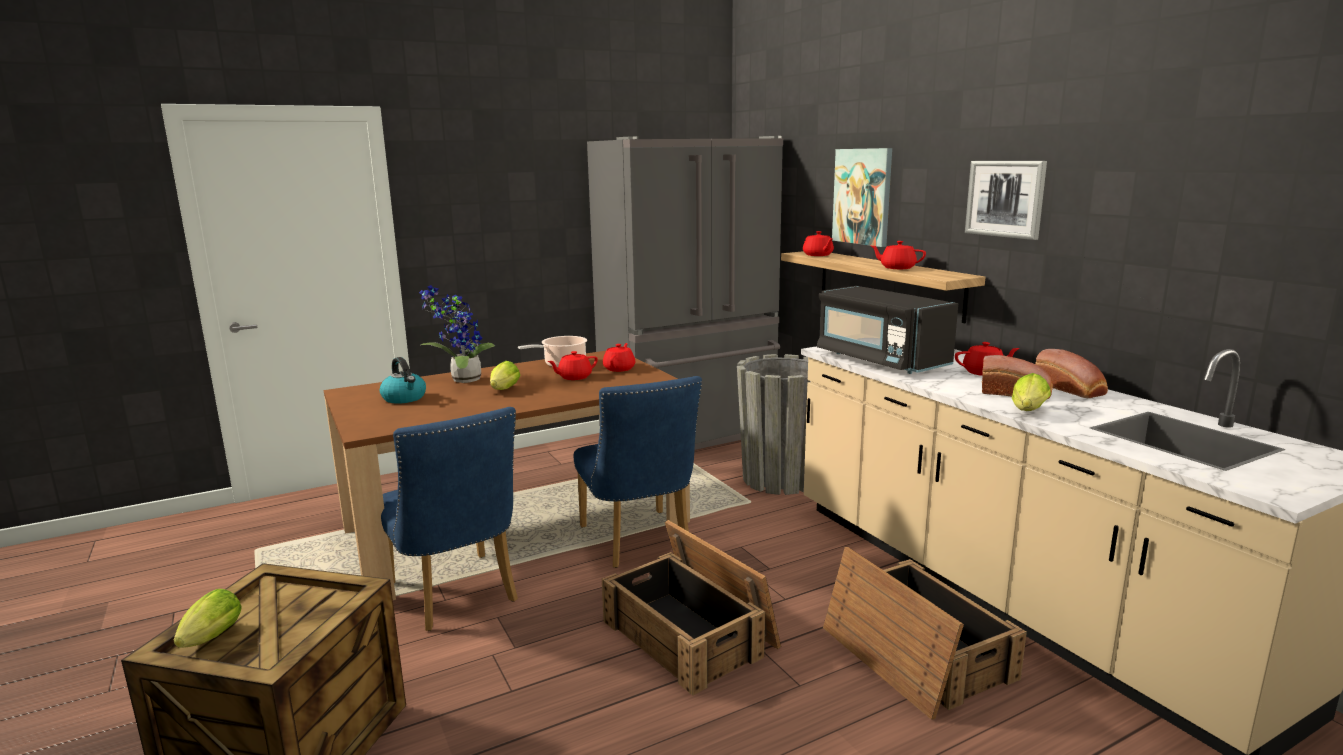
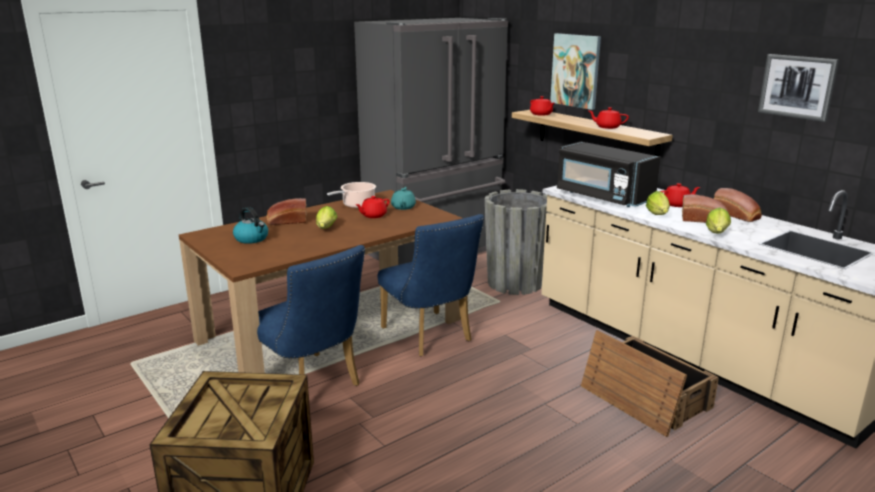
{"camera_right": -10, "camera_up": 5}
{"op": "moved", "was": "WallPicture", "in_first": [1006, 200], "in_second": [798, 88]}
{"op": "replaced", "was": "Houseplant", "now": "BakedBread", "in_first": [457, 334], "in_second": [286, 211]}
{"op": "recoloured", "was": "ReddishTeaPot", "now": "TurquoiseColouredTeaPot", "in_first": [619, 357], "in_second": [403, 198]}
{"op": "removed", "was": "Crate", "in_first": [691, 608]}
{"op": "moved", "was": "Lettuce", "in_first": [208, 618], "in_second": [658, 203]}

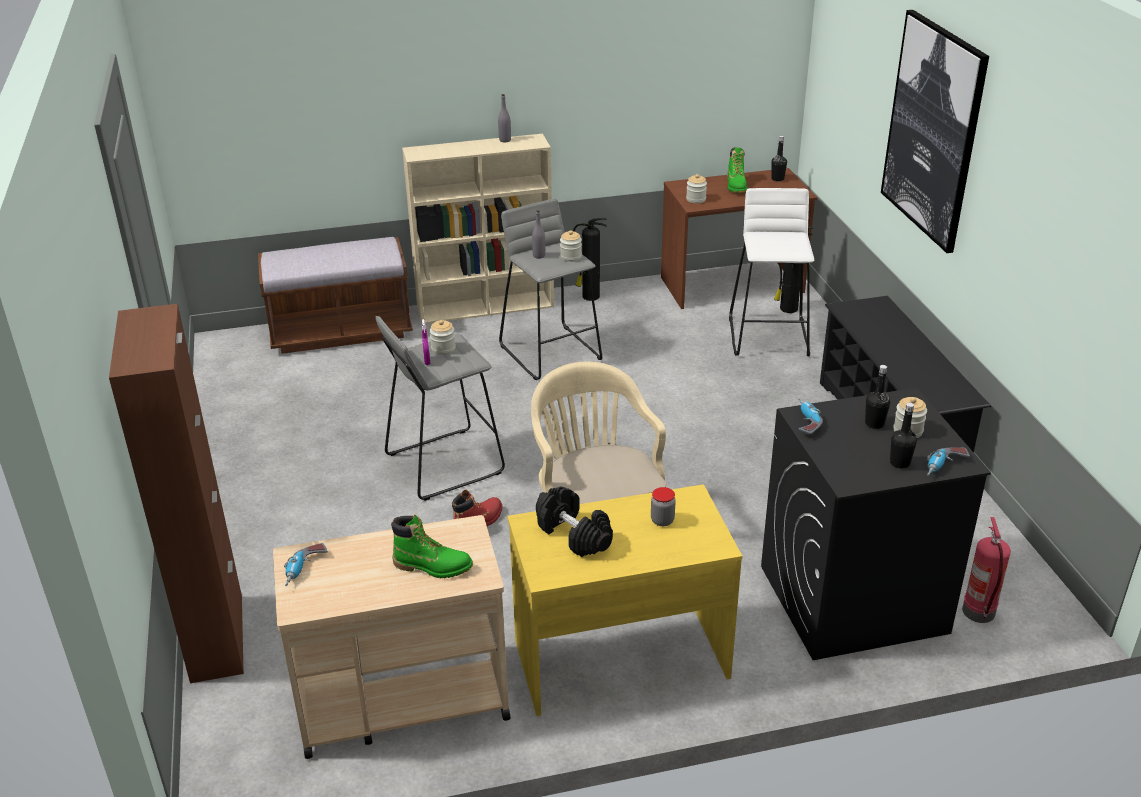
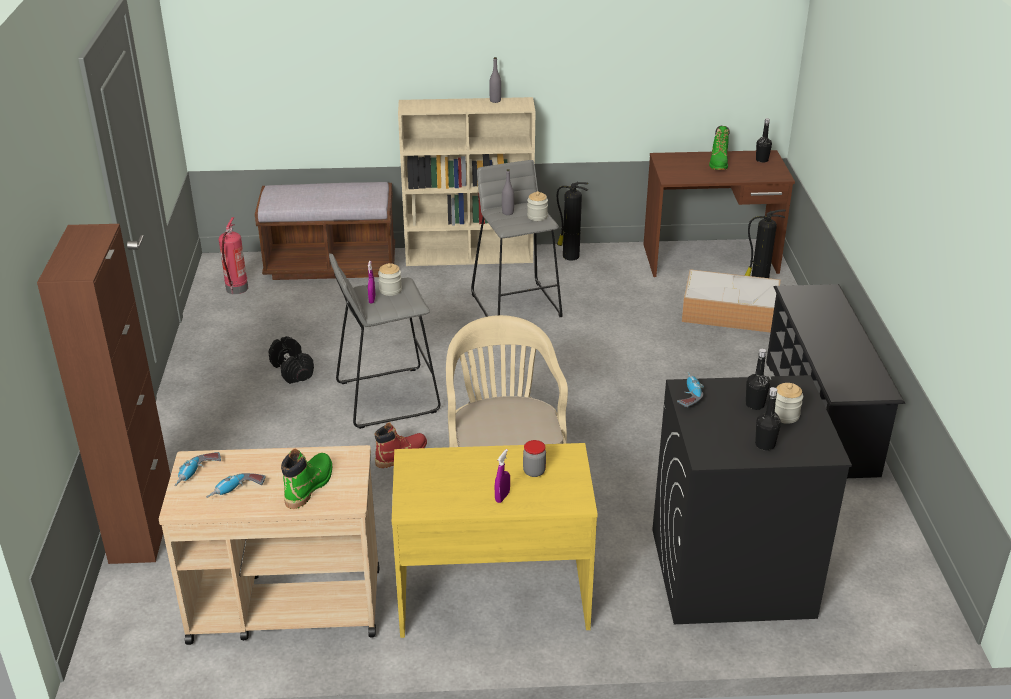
{"camera_right": 10, "camera_up": 0}
{"op": "removed", "was": "WallPicture", "in_first": [935, 131]}
{"op": "removed", "was": "Jar", "in_first": [696, 188]}
{"op": "replaced", "was": "WhitishStoolSeat", "now": "StorageBox", "in_first": [771, 272], "in_second": [731, 301]}
{"op": "moved", "was": "PowerDrill", "in_first": [948, 462], "in_second": [236, 485]}
{"op": "moved", "was": "BlackColouredFreeWeight", "in_first": [574, 521], "in_second": [291, 360]}
{"op": "turned", "was": "GreenHighTopBoot", "in_first": [432, 546], "in_second": [306, 478], "clockwise": -90}
{"op": "moved", "was": "Extinguisher", "in_first": [986, 570], "in_second": [233, 255]}
{"op": "added", "now": "PurplishSprayBottle", "in_second": [502, 476]}

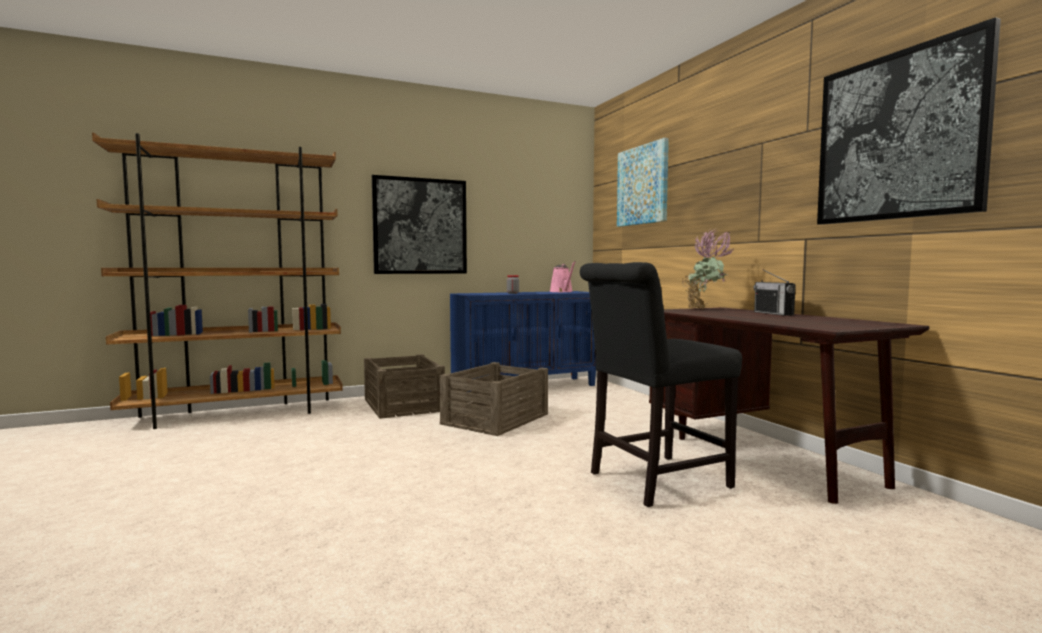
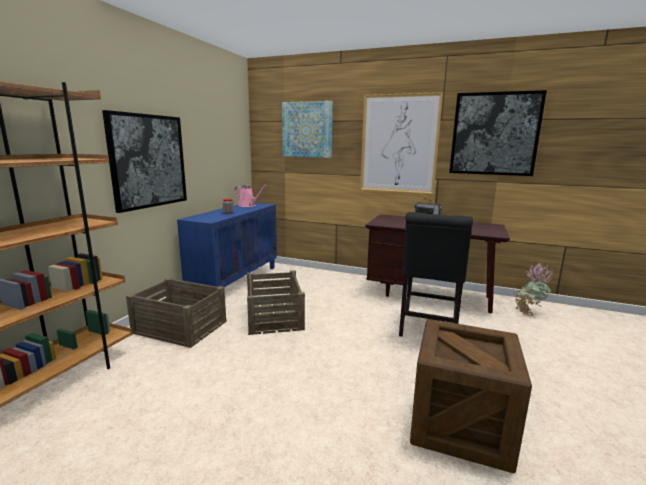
{"camera_right": -45, "camera_up": 10}
{"op": "moved", "was": "Houseplant", "in_first": [707, 268], "in_second": [533, 289]}
{"op": "added", "now": "WallPicture", "in_second": [401, 143]}
{"op": "added", "now": "Crate", "in_second": [471, 396]}

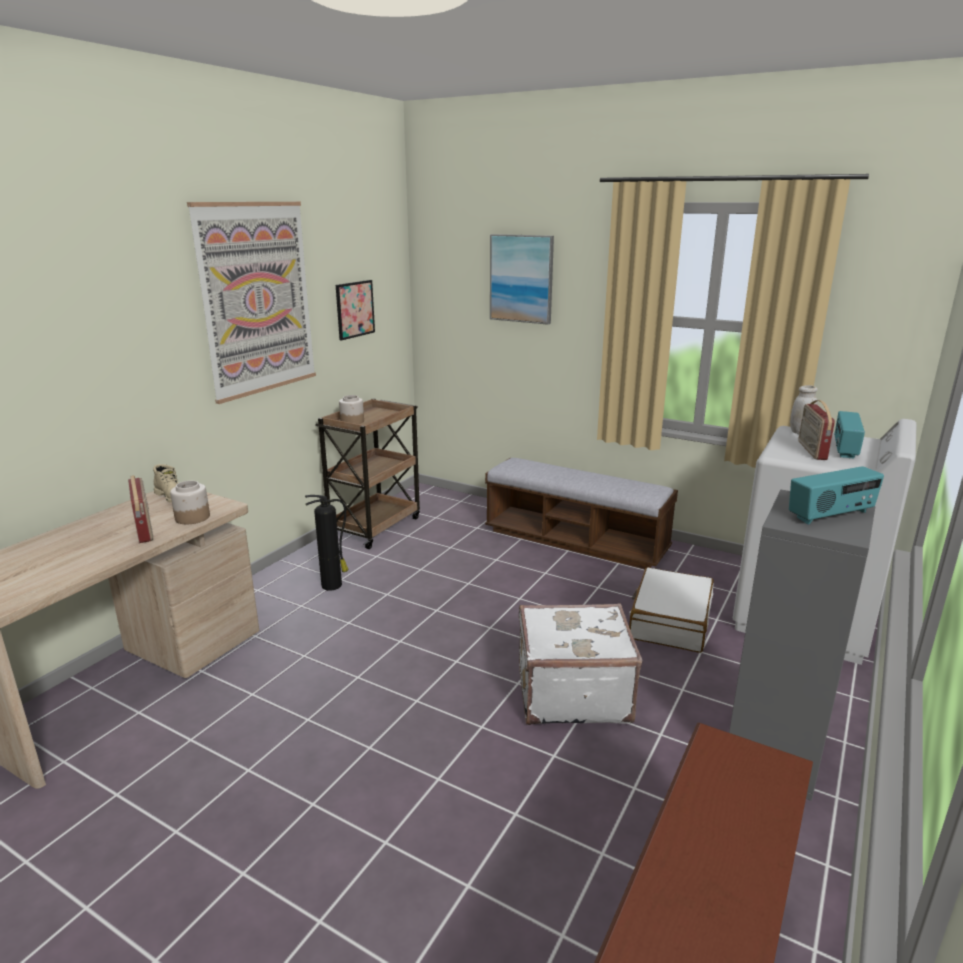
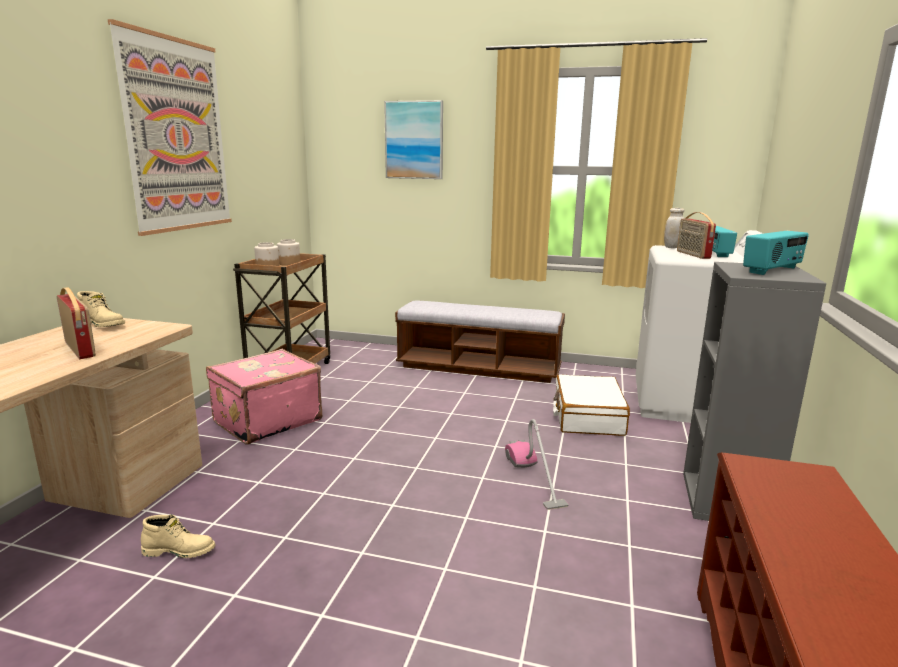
{"camera_right": -15, "camera_up": -5}
{"op": "removed", "was": "WallPicture", "in_first": [355, 310]}
{"op": "moved", "was": "Jar", "in_first": [190, 502], "in_second": [288, 252]}
{"op": "replaced", "was": "Extinguisher", "now": "PinkishPieceOfLuggage", "in_first": [327, 543], "in_second": [264, 397]}
{"op": "replaced", "was": "WhitishPieceOfLuggage", "now": "Hoover", "in_first": [580, 664], "in_second": [537, 464]}
{"op": "added", "now": "BeigeHighTopBoot", "in_second": [178, 536]}

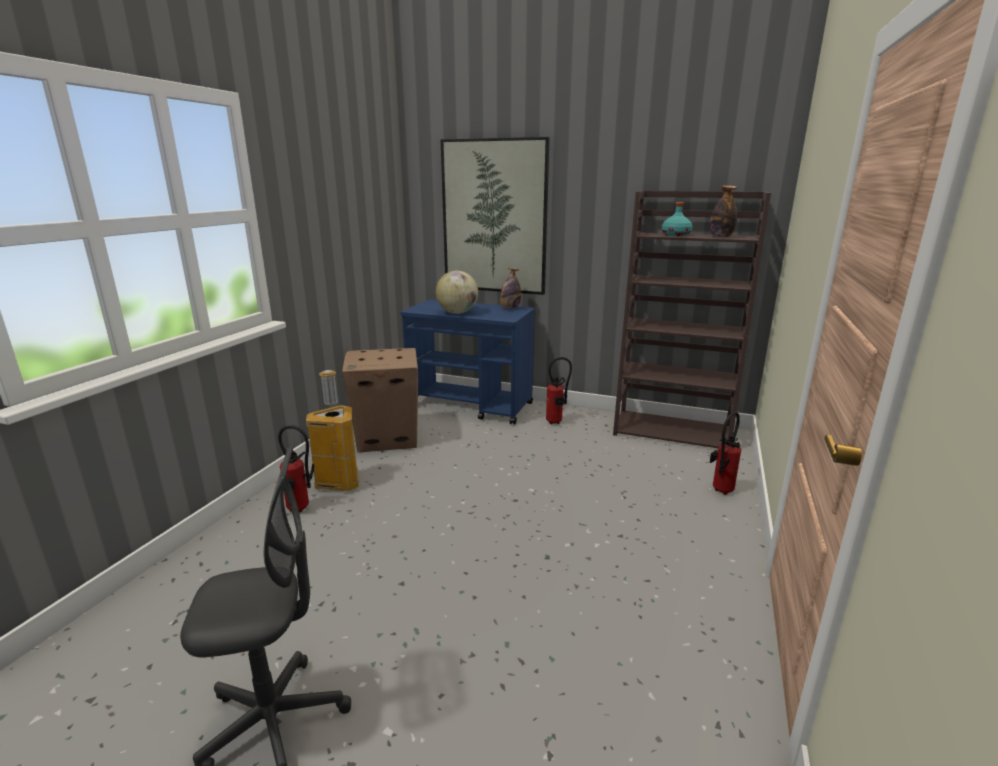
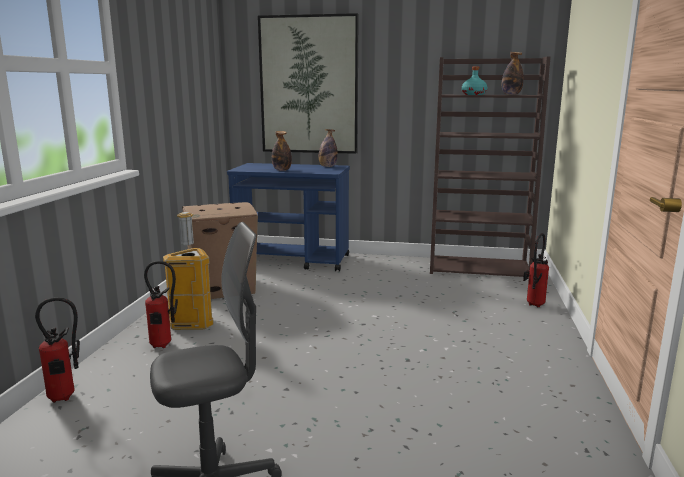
{"camera_right": -10, "camera_up": -5}
{"op": "replaced", "was": "WorldGlobe", "now": "BeverageBottle", "in_first": [457, 292], "in_second": [282, 151]}
{"op": "moved", "was": "Extinguisher", "in_first": [559, 390], "in_second": [57, 350]}

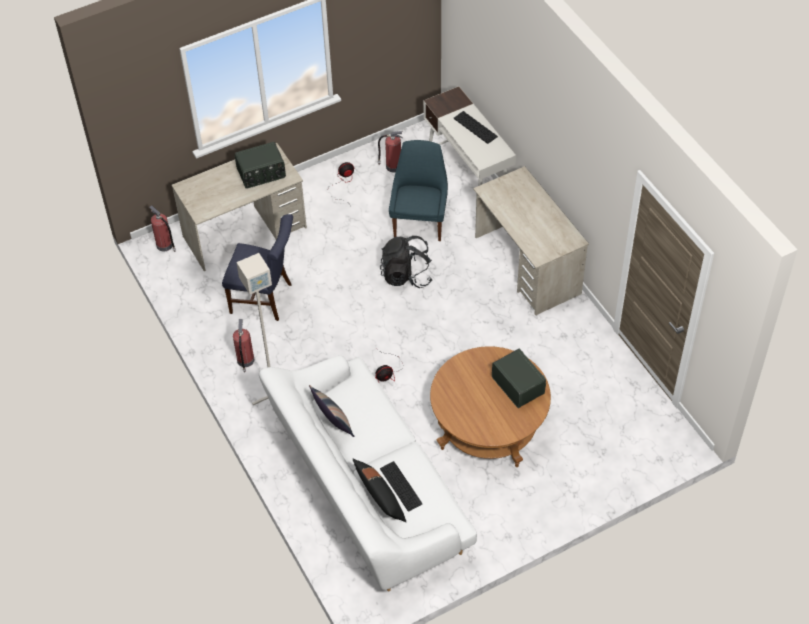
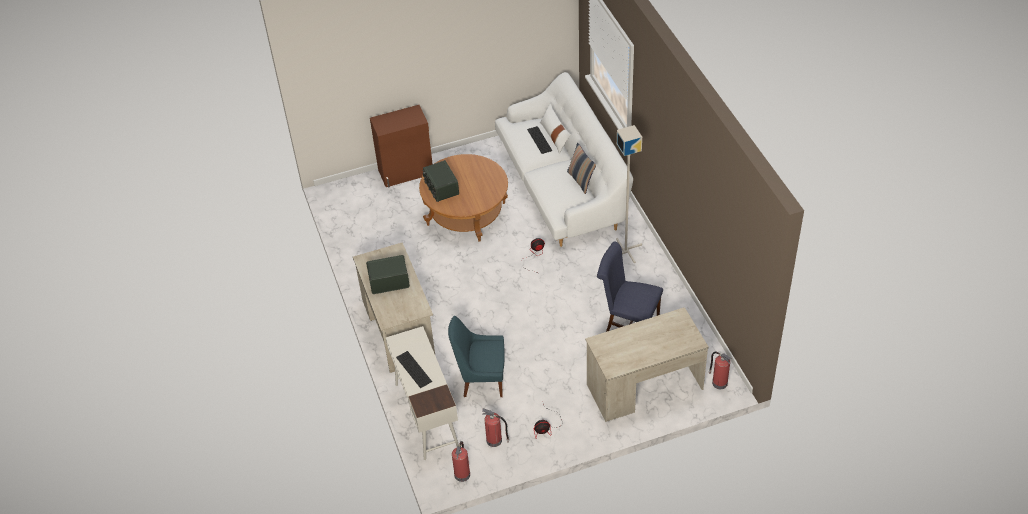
{"camera_right": -170, "camera_up": -5}
{"op": "turned", "was": "BlueColouredUprightChair", "in_first": [418, 190], "in_second": [476, 356], "clockwise": 75}
{"op": "moved", "was": "RadioReceiver", "in_first": [260, 165], "in_second": [388, 274]}
{"op": "removed", "was": "BlackColouredBackpack", "in_first": [406, 262]}
{"op": "moved", "was": "Extinguisher", "in_first": [243, 346], "in_second": [461, 461]}
{"op": "recoloured", "was": "BlackColouredCushion", "now": "WhitishCushion", "in_first": [379, 490], "in_second": [555, 128]}
{"op": "added", "now": "BrownishStorageCabinet", "in_second": [401, 146]}

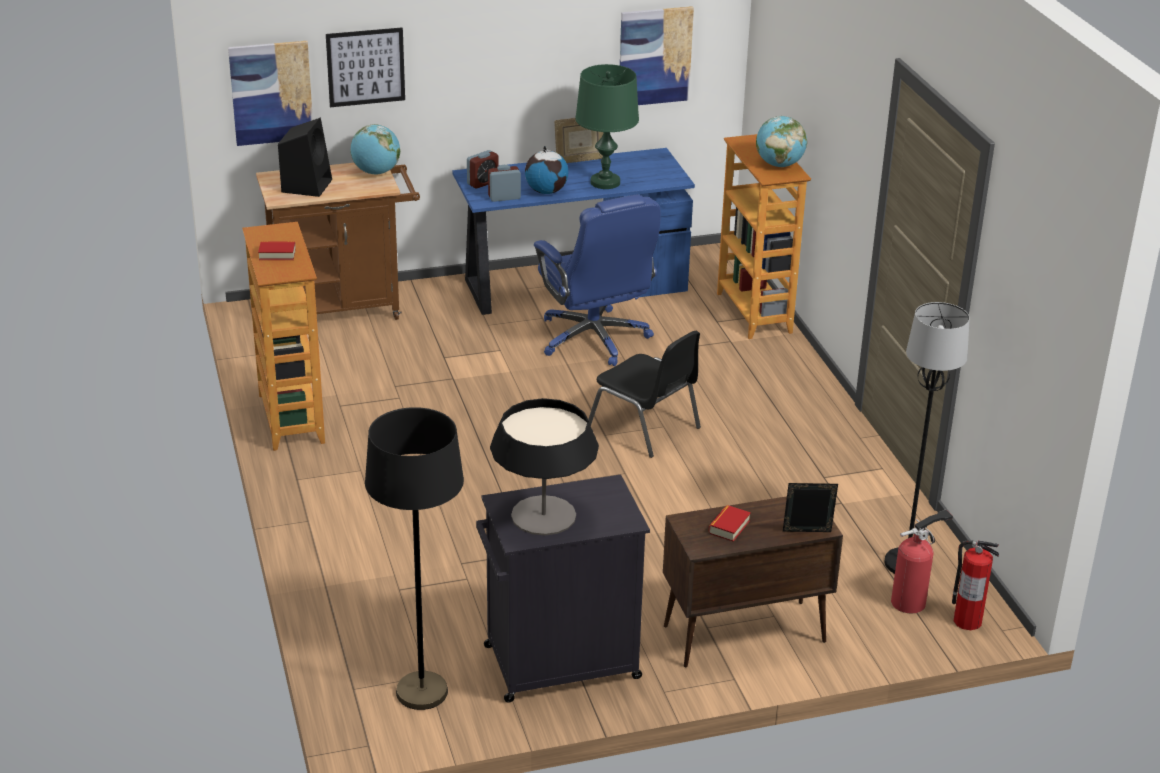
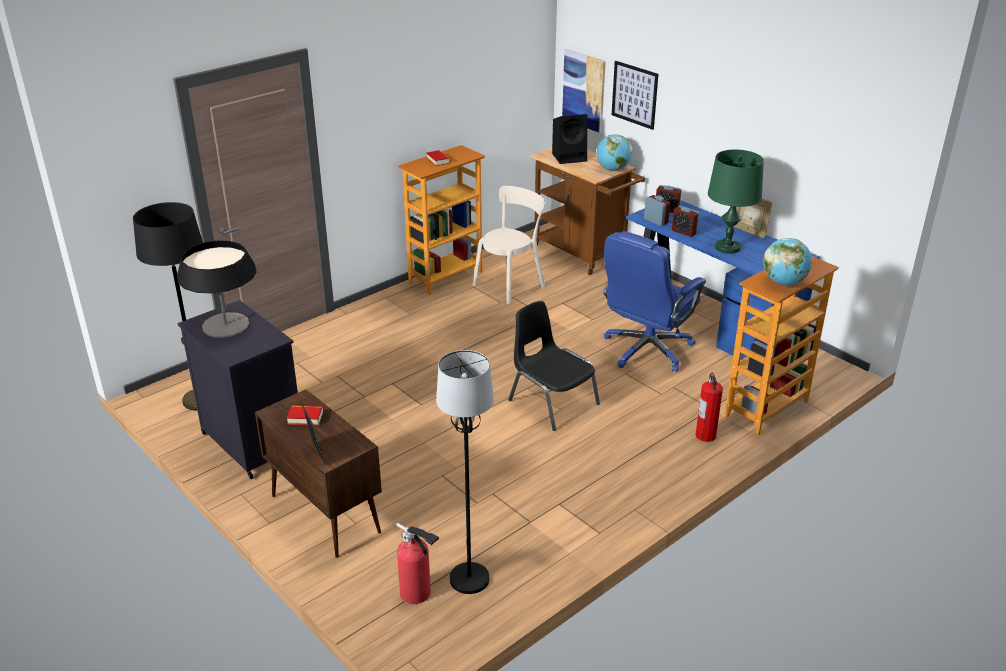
{"camera_right": 65, "camera_up": 0}
{"op": "removed", "was": "WallPicture", "in_first": [657, 55]}
{"op": "replaced", "was": "WorldGlobe", "now": "TableClock", "in_first": [547, 170], "in_second": [686, 221]}
{"op": "turned", "was": "BlackColouredUprightChair", "in_first": [644, 394], "in_second": [554, 366], "clockwise": 120}
{"op": "moved", "was": "Extinguisher", "in_first": [975, 585], "in_second": [709, 407]}
{"op": "added", "now": "BeigeUprightChair", "in_second": [509, 245]}

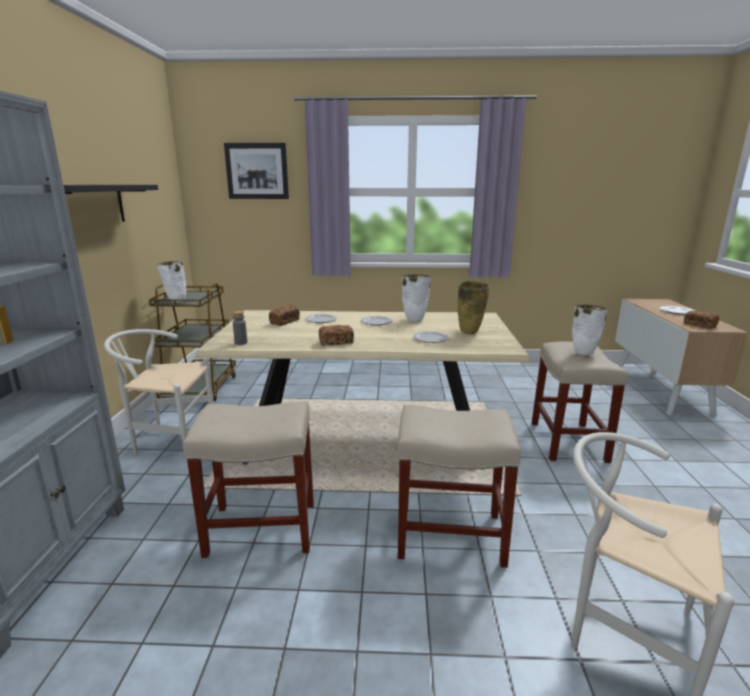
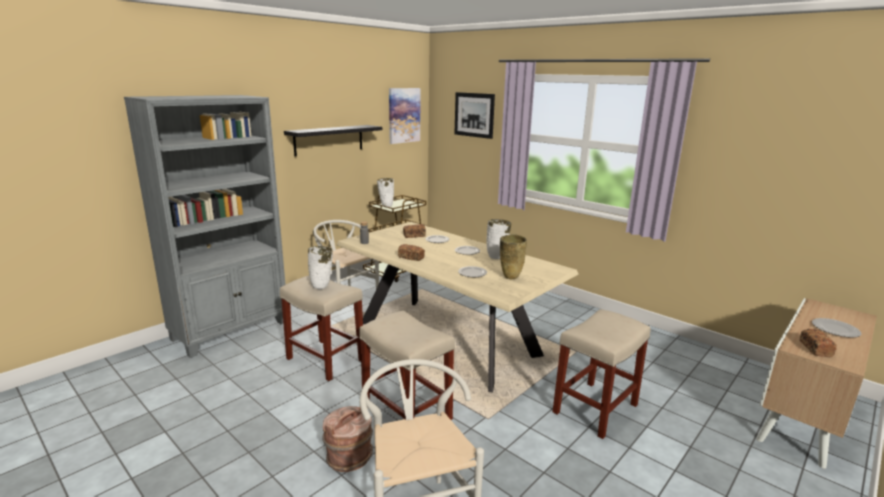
{"camera_right": 40, "camera_up": 0}
{"op": "moved", "was": "WhitishVase", "in_first": [590, 330], "in_second": [320, 267]}
{"op": "added", "now": "WallPicture", "in_second": [405, 116]}
{"op": "added", "now": "BrownishWaterBucket", "in_second": [347, 439]}

